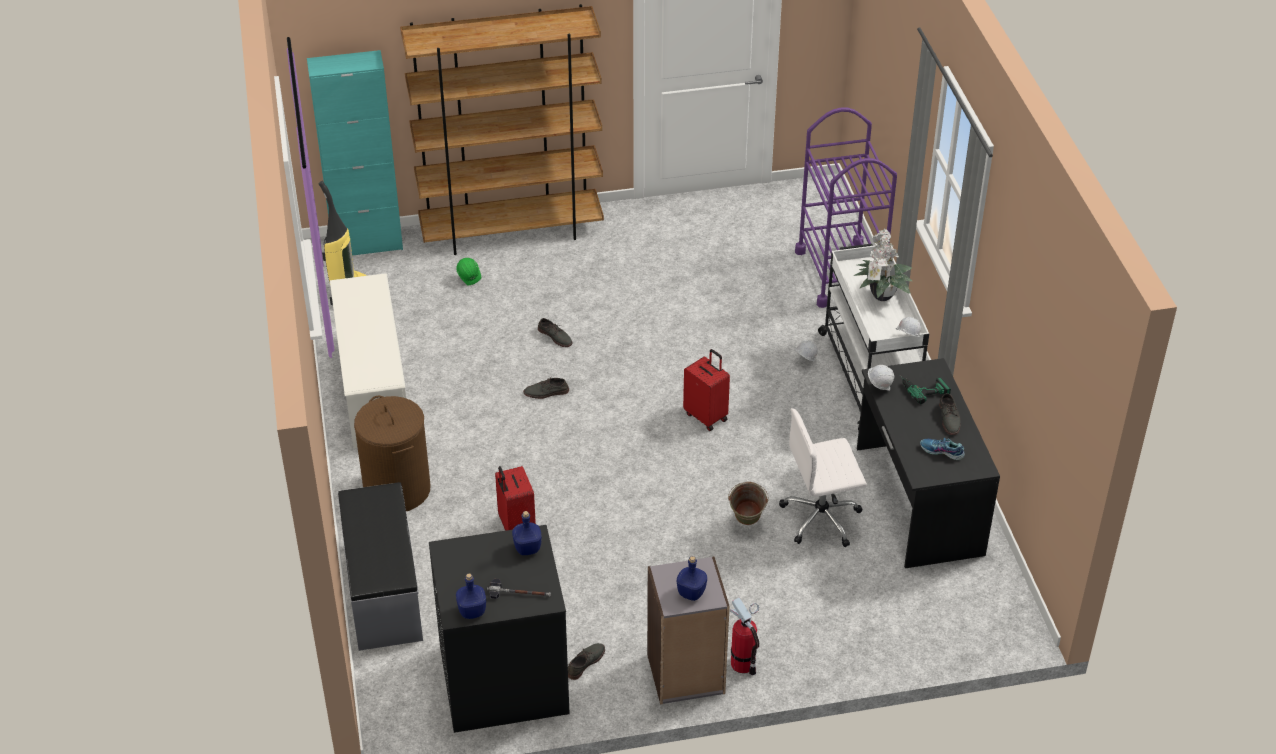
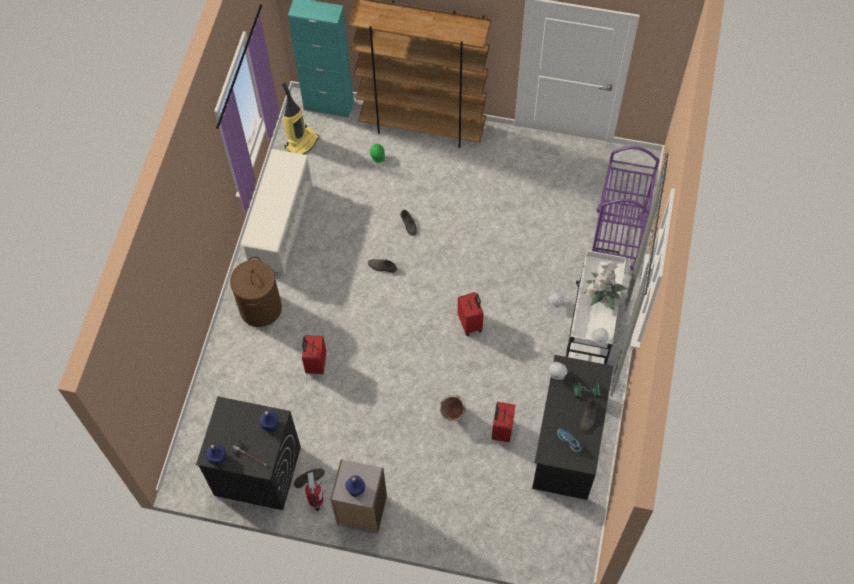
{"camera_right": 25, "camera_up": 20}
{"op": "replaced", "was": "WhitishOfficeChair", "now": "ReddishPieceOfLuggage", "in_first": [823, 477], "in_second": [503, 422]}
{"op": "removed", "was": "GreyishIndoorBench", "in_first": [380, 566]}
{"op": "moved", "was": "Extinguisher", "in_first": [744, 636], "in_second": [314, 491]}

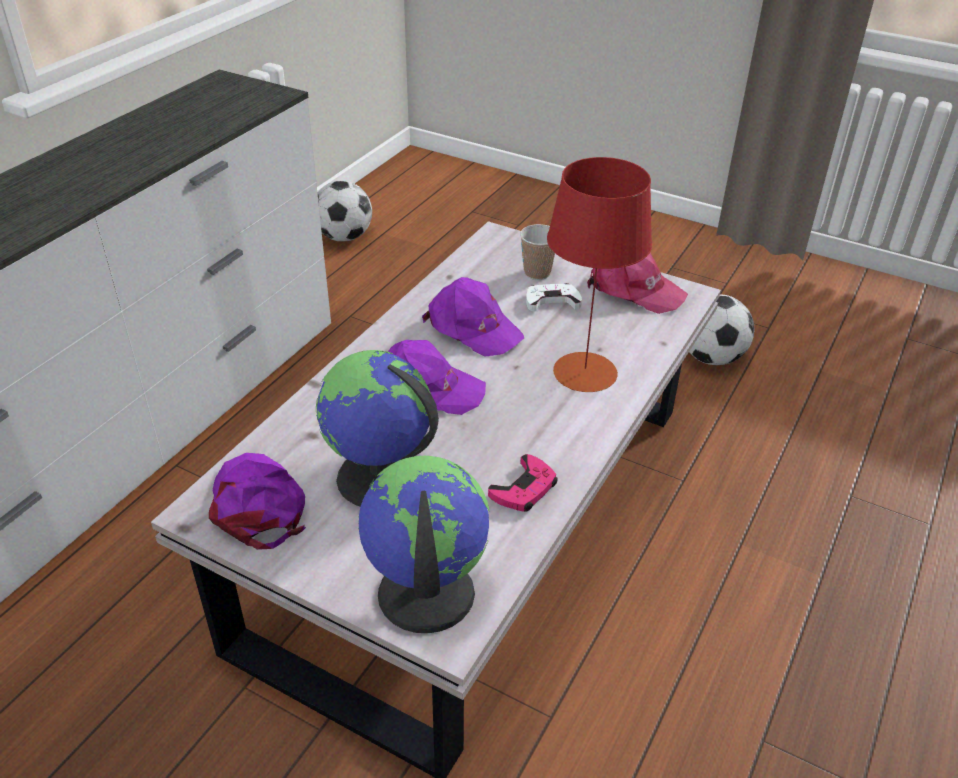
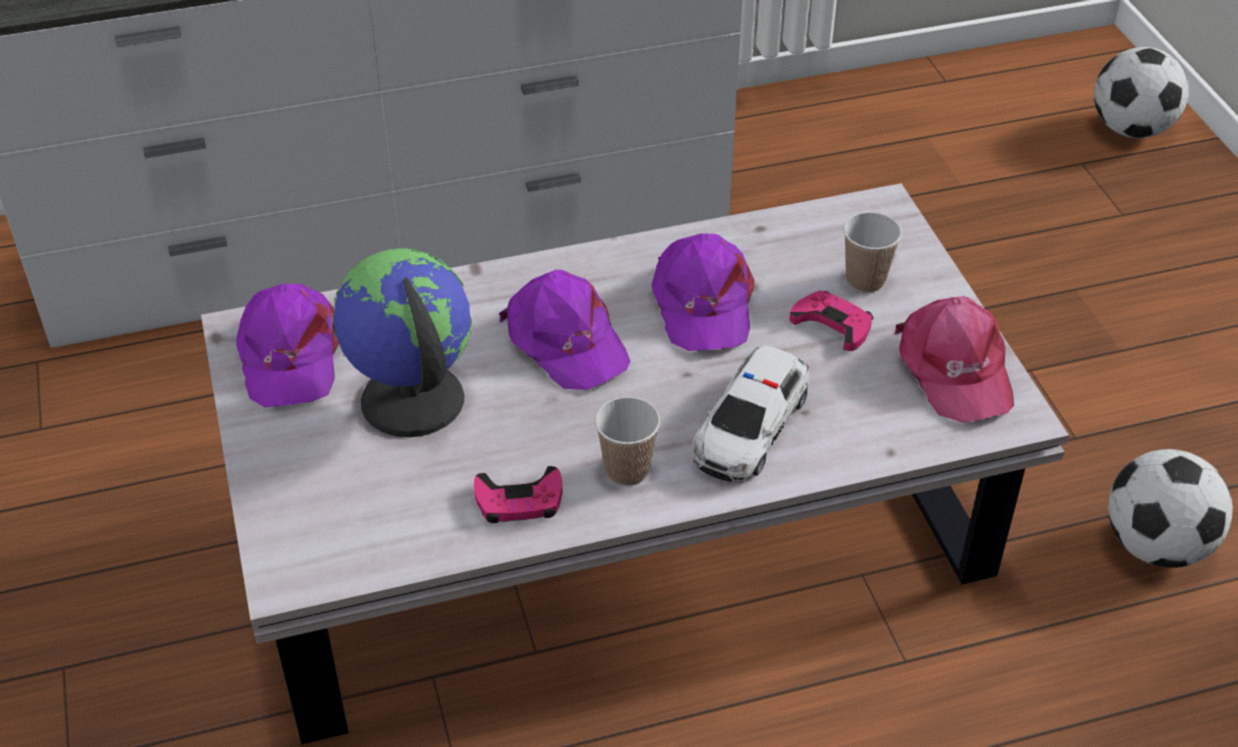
{"camera_right": 45, "camera_up": 5}
{"op": "replaced", "was": "ReddishTableLamp", "now": "ModelCar", "in_first": [599, 274], "in_second": [751, 413]}
{"op": "moved", "was": "Football", "in_first": [344, 211], "in_second": [1141, 92]}
{"op": "recoloured", "was": "WhitishGameController", "now": "PinkishGameController", "in_first": [554, 297], "in_second": [831, 320]}
{"op": "turned", "was": "PurplishBaseballCap", "in_first": [257, 501], "in_second": [287, 345], "clockwise": 150}
{"op": "removed", "was": "WorldGlobe", "in_first": [423, 544]}
{"op": "added", "now": "DrinkingCup", "in_second": [627, 441]}

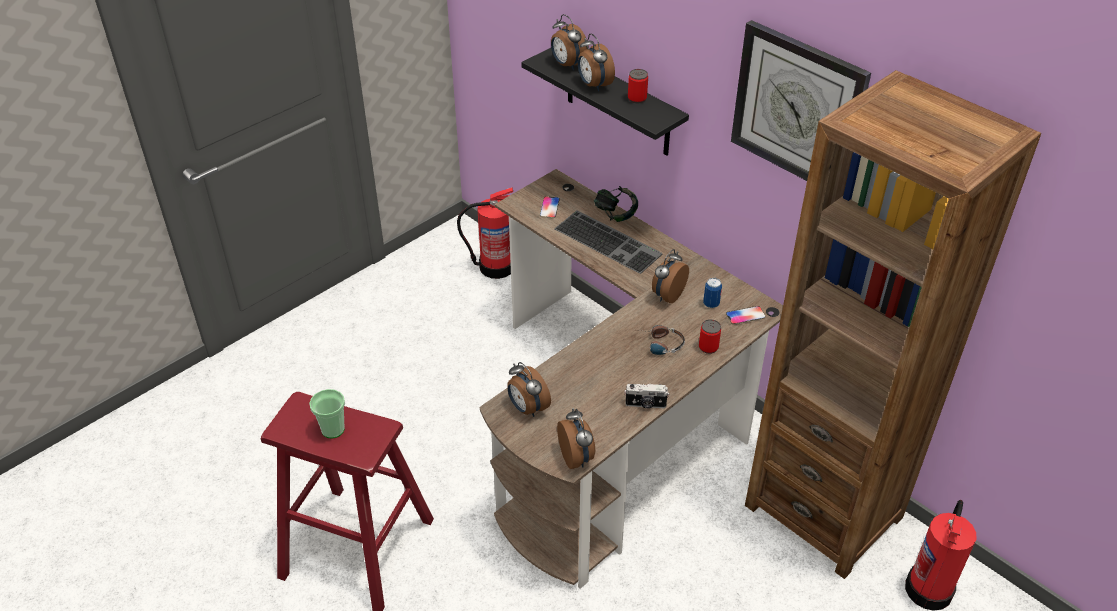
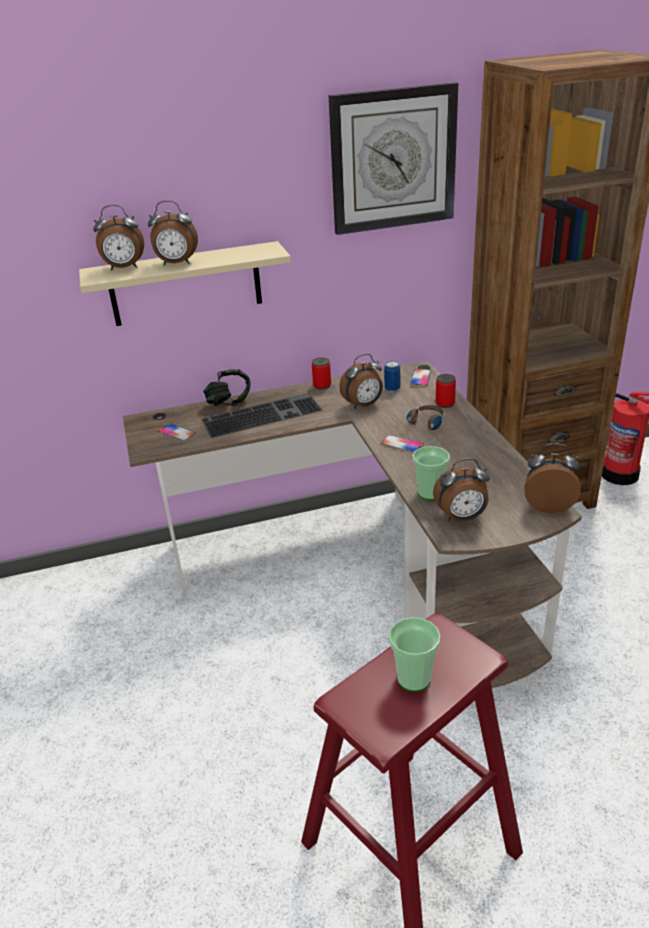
{"camera_right": -60, "camera_up": -10}
{"op": "recoloured", "was": "BlackColouredWallShelf", "now": "BeigeWallShelf", "in_first": [605, 102], "in_second": [185, 283]}
{"op": "moved", "was": "SealedCan", "in_first": [638, 86], "in_second": [321, 373]}
{"op": "removed", "was": "Extinguisher", "in_first": [485, 233]}
{"op": "turned", "was": "TableClock", "in_first": [670, 276], "in_second": [361, 381], "clockwise": -90}
{"op": "removed", "was": "PhotoCamera", "in_first": [646, 396]}
{"op": "added", "now": "Telephone", "in_second": [402, 444]}
{"op": "added", "now": "DrinkingCup", "in_second": [431, 473]}

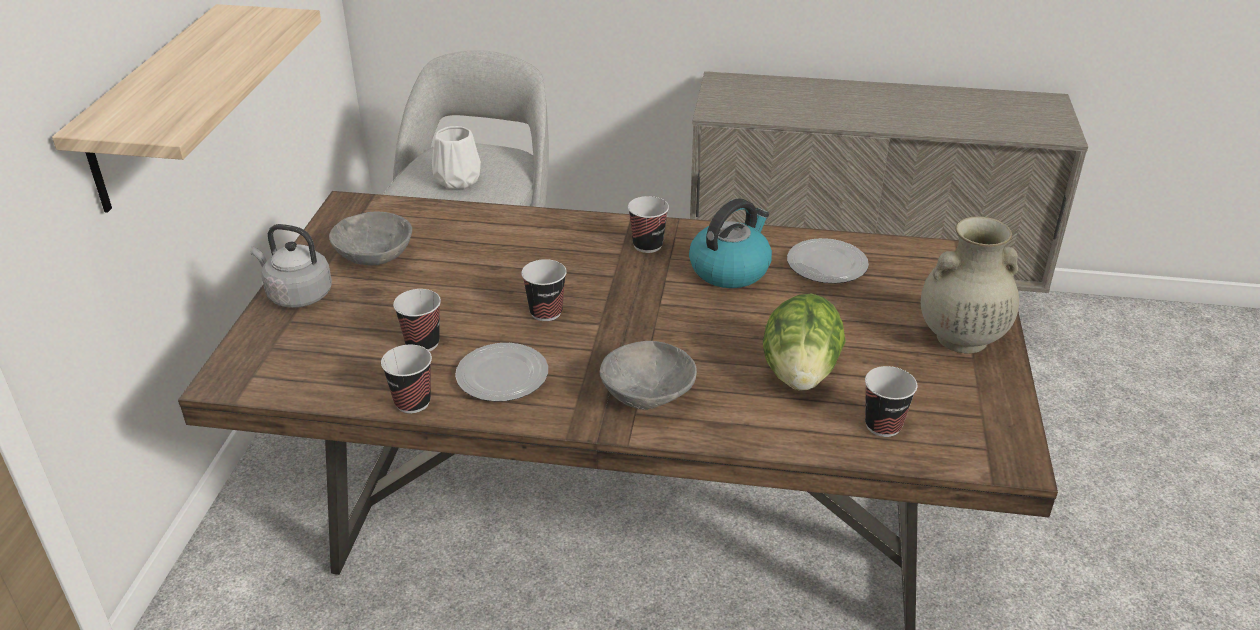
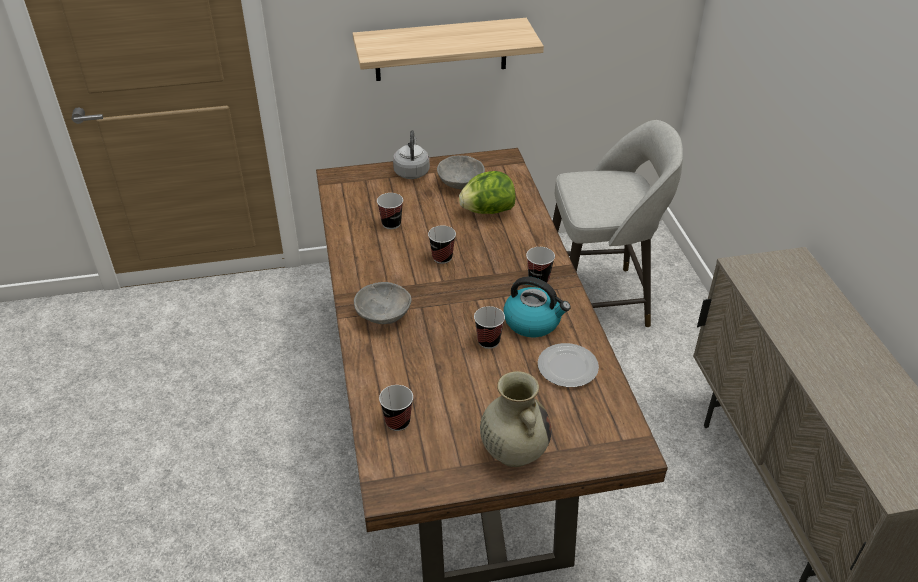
{"camera_right": 70, "camera_up": 5}
{"op": "removed", "was": "WhitishVase", "in_first": [456, 157]}
{"op": "moved", "was": "Lettuce", "in_first": [804, 342], "in_second": [487, 192]}
{"op": "removed", "was": "FlatDish", "in_first": [501, 372]}
{"op": "moved", "was": "DrinkingCup", "in_first": [406, 379], "in_second": [489, 327]}

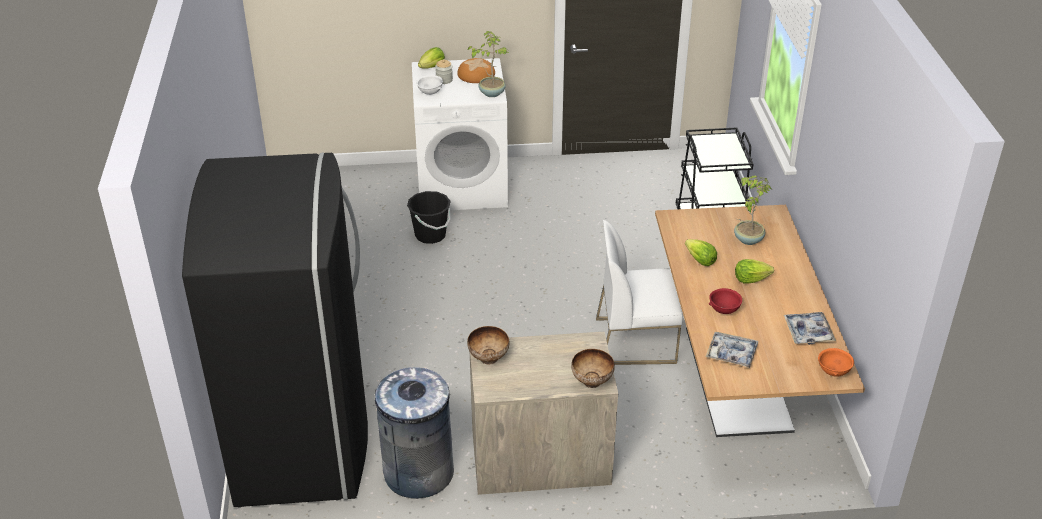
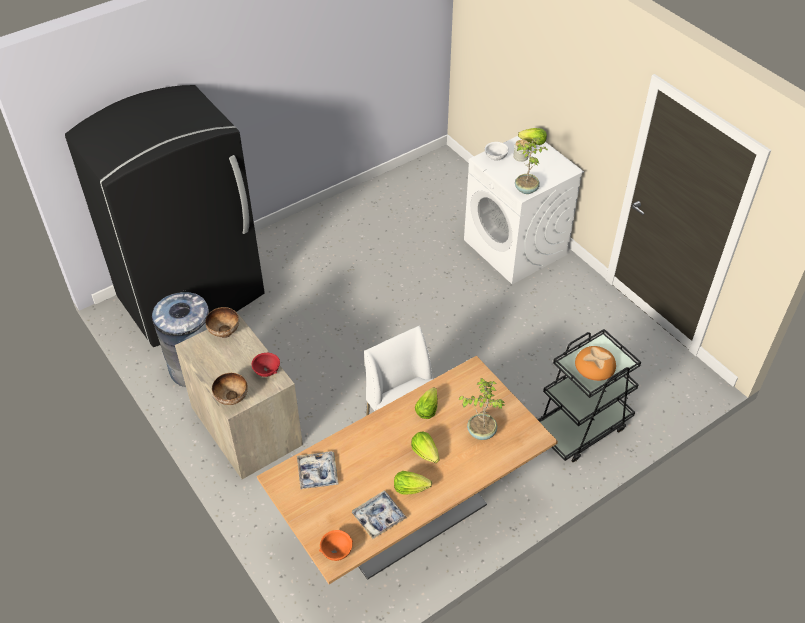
{"camera_right": 60, "camera_up": 10}
{"op": "moved", "was": "BakedBread", "in_first": [476, 70], "in_second": [595, 363]}
{"op": "removed", "was": "BlackColouredWaterBucket", "in_first": [429, 217]}
{"op": "moved", "was": "ReddishServingBowl", "in_first": [725, 301], "in_second": [266, 365]}
{"op": "added", "now": "Lettuce", "in_second": [413, 483]}

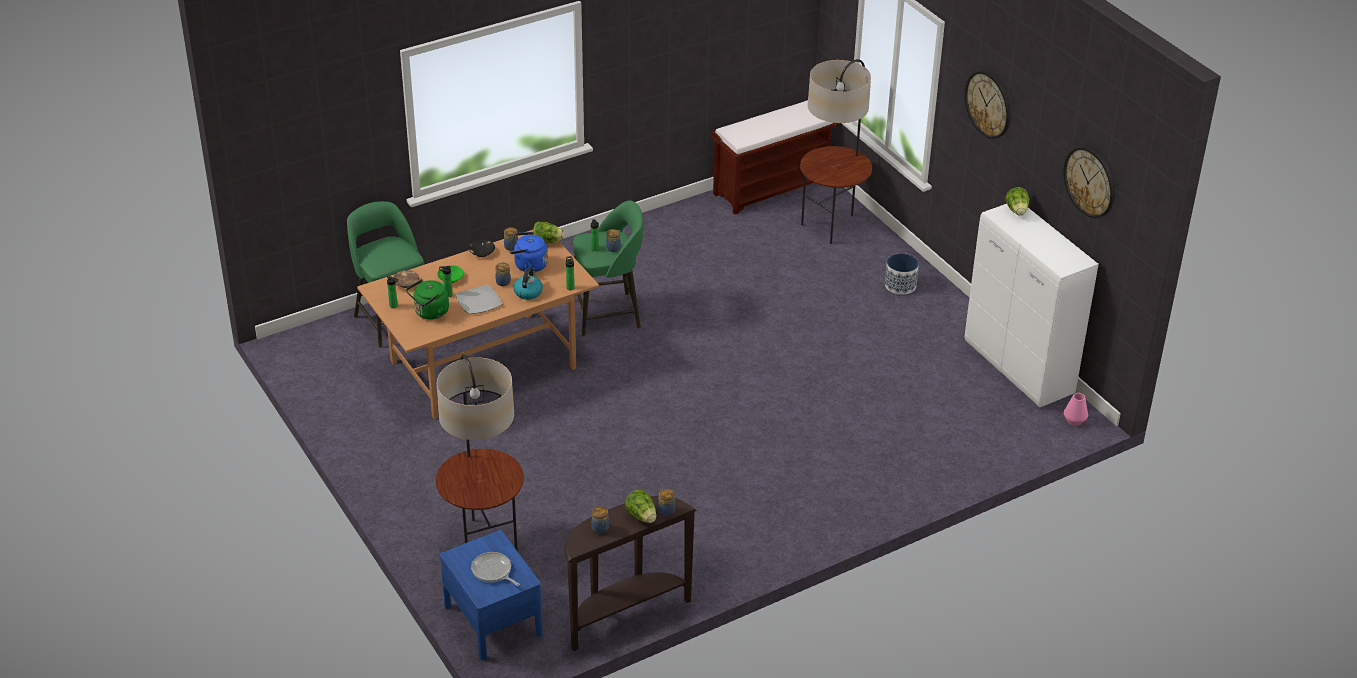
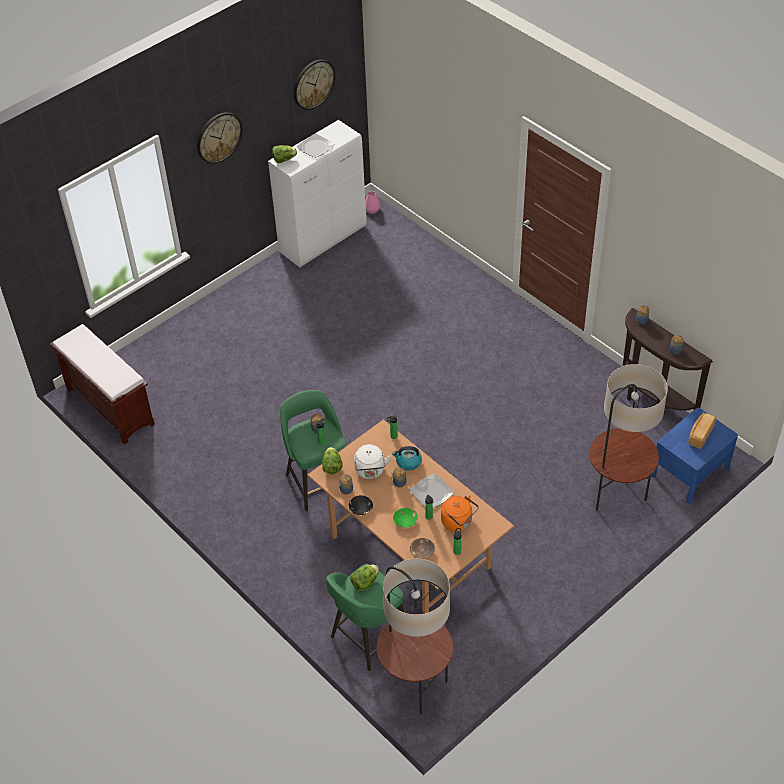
{"camera_right": -100, "camera_up": 10}
{"op": "moved", "was": "FloorLamp", "in_first": [836, 151], "in_second": [415, 636]}
{"op": "recoloured", "was": "BlueColouredKettle", "now": "WhitishKettle", "in_first": [528, 252], "in_second": [372, 461]}
{"op": "removed", "was": "FlowerPot", "in_first": [902, 274]}
{"op": "recoloured", "was": "GreenKettle", "now": "OrangeyKettle", "in_first": [427, 299], "in_second": [460, 514]}
{"op": "moved", "was": "Lettuce", "in_first": [640, 506], "in_second": [364, 578]}
{"op": "replaced", "was": "Skillet", "now": "BakedBread", "in_first": [495, 569], "in_second": [702, 431]}
{"op": "added", "now": "FlatDish", "in_second": [315, 145]}

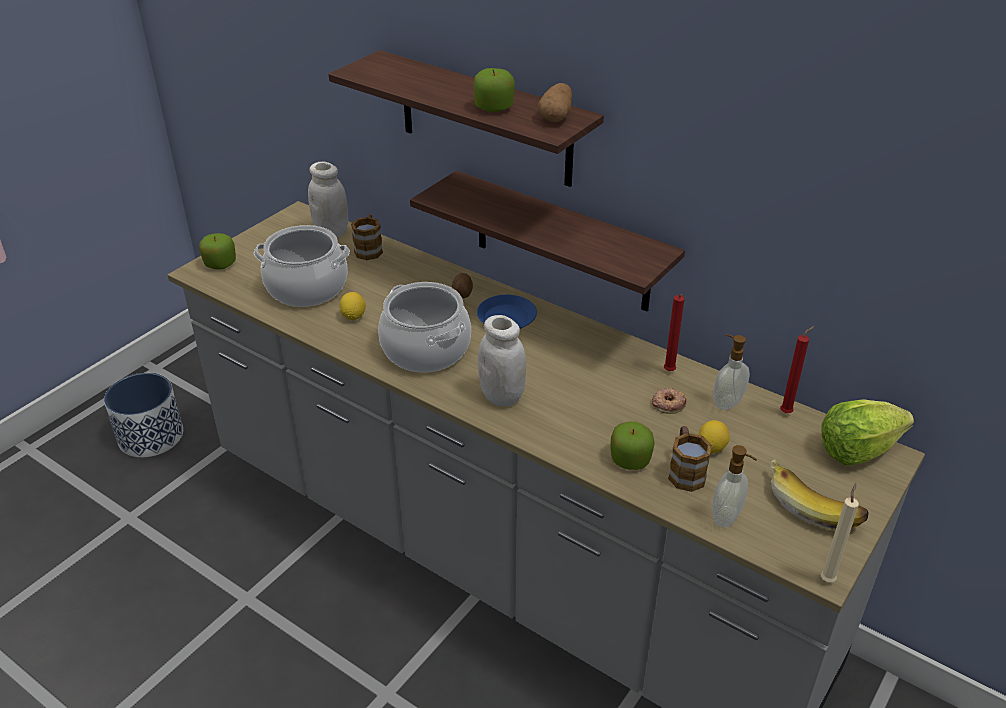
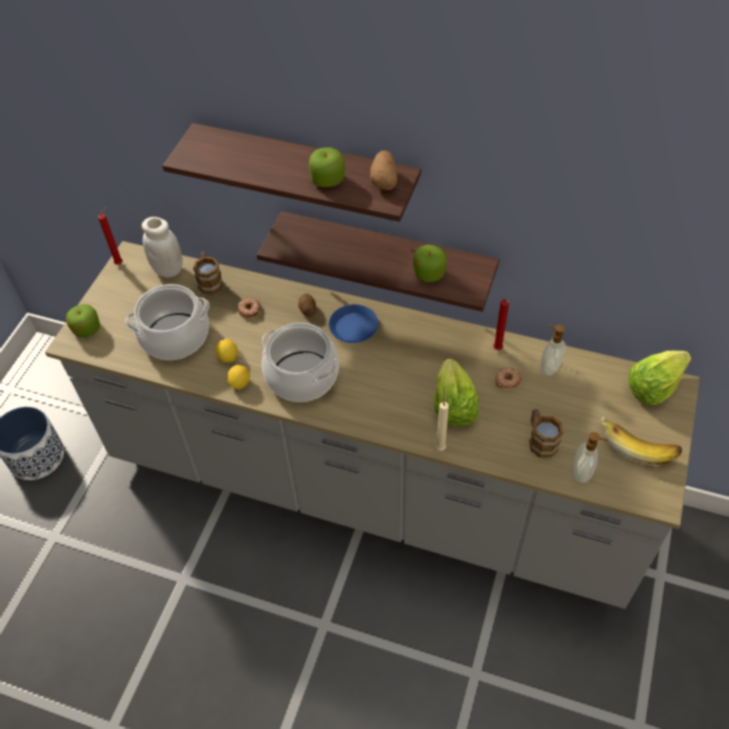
{"camera_right": -15, "camera_up": 15}
{"op": "removed", "was": "WhitishJar", "in_first": [502, 360]}
{"op": "moved", "was": "ReddishWaxCandle", "in_first": [797, 369], "in_second": [110, 236]}
{"op": "moved", "was": "CitrusFruit", "in_first": [714, 437], "in_second": [238, 377]}
{"op": "moved", "was": "AppleFruit", "in_first": [633, 445], "in_second": [430, 263]}
{"op": "moved", "was": "BeigeWaxCandle", "in_first": [840, 533], "in_second": [442, 421]}
{"op": "added", "now": "Doughnut", "in_second": [249, 309]}
{"op": "added", "now": "Lettuce", "in_second": [456, 392]}

